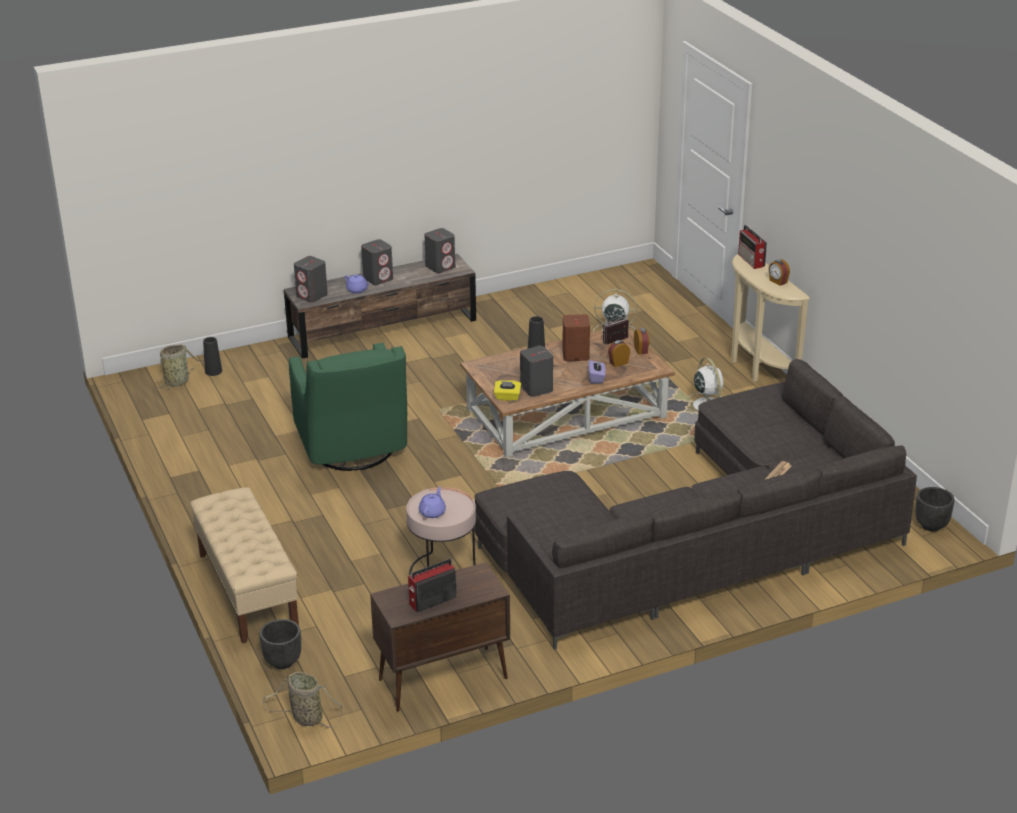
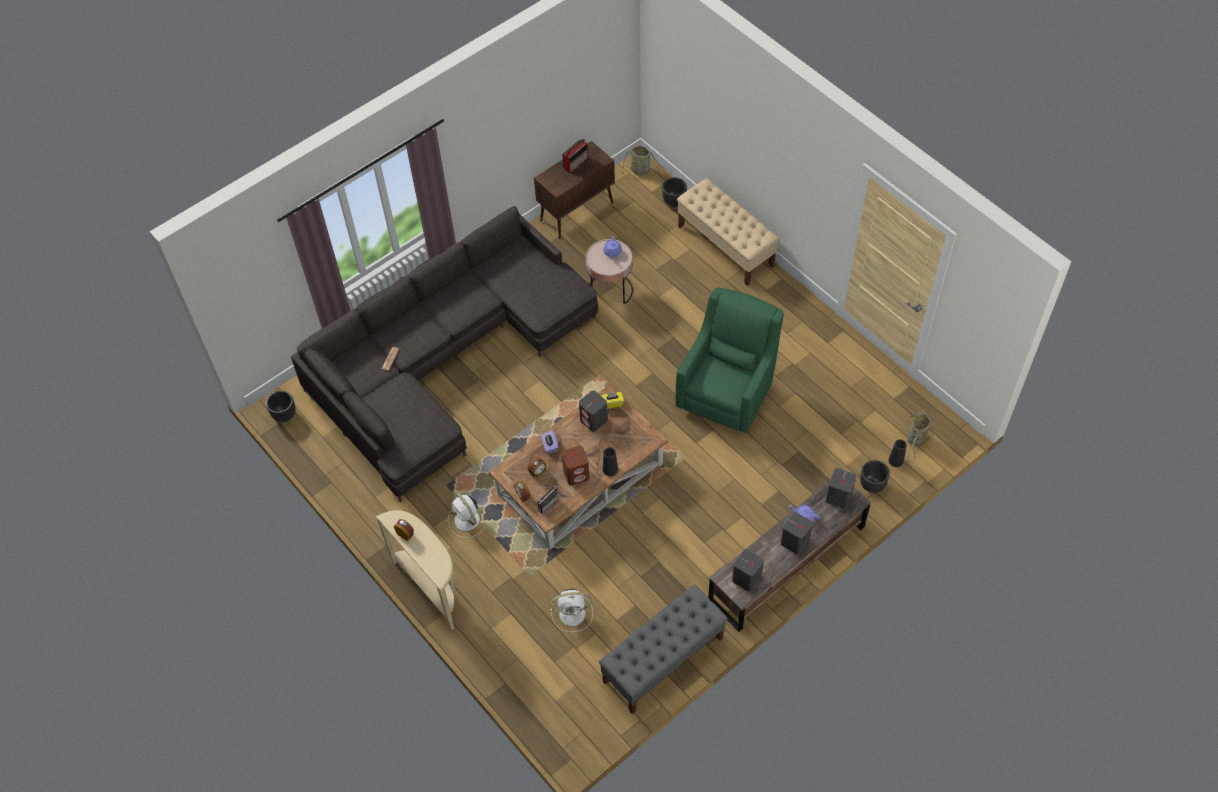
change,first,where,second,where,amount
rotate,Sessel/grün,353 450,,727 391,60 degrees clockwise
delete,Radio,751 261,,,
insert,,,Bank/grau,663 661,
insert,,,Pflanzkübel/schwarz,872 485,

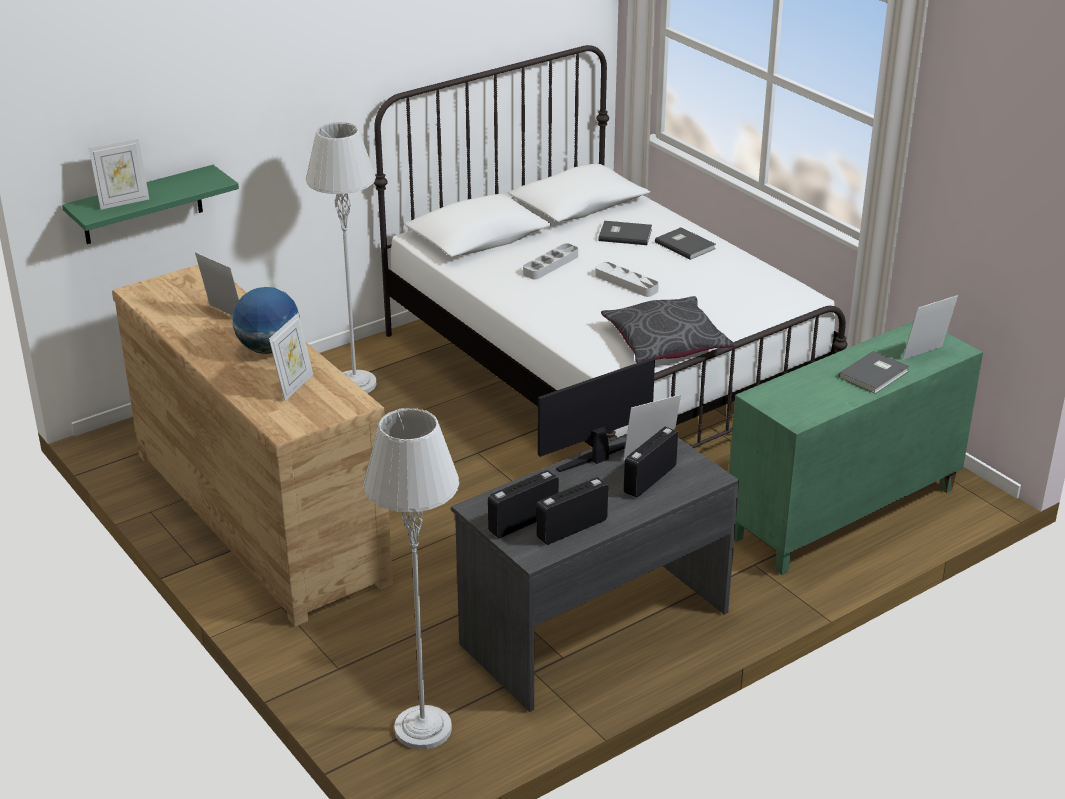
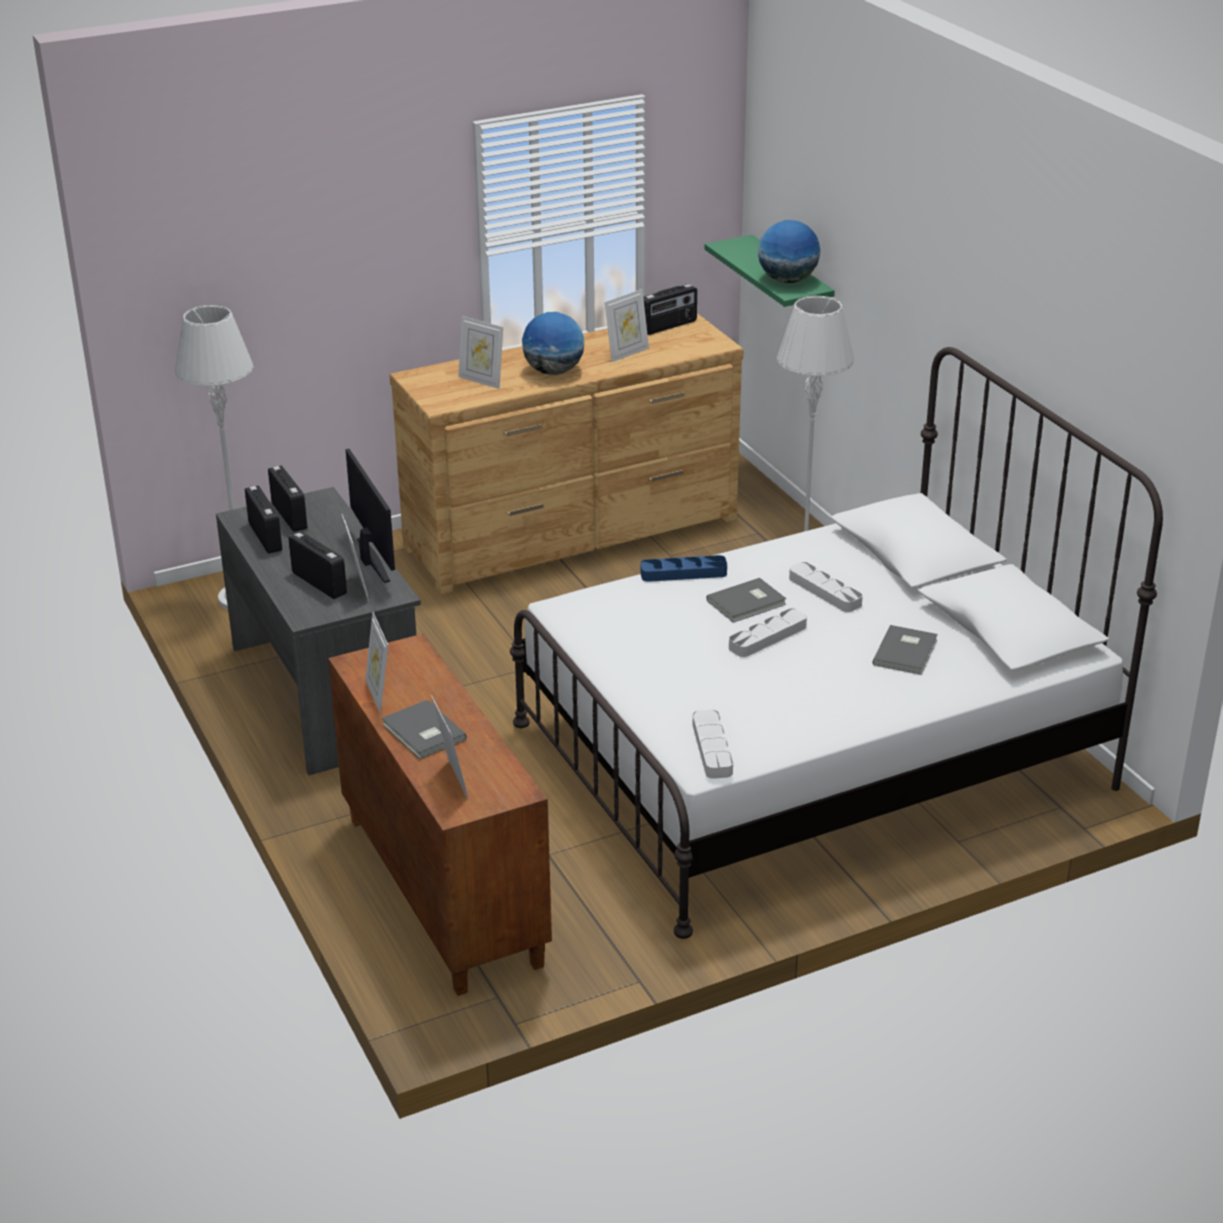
change,first,where,second,where,amount
move,Bilderrahmen,123 202,,379 695,
delete,Kissen/grau,666 342,,,
move,Buch/grau,685 245,,748 603,
recolor,Schrank/grün,843 515,Schrank/braun,440 890,
insert,,,Tablett/blau,683 573,
insert,,,Radio,669 326,
insert,,,Tablett/grau,712 748,
insert,,,Globus,787 280,

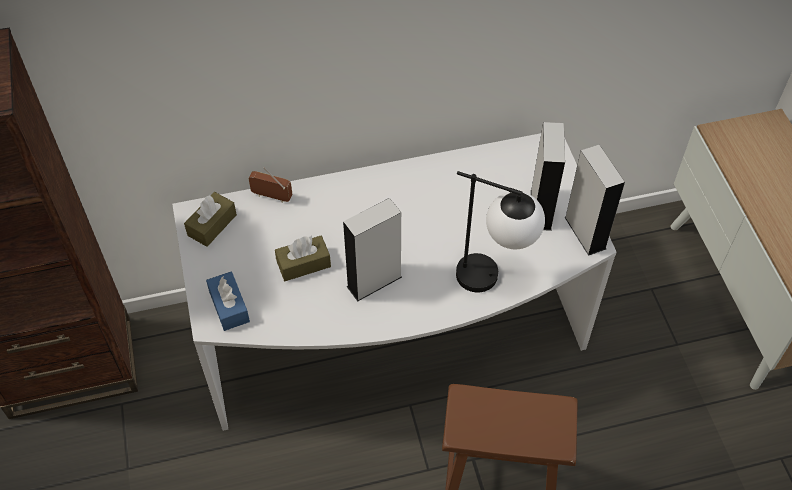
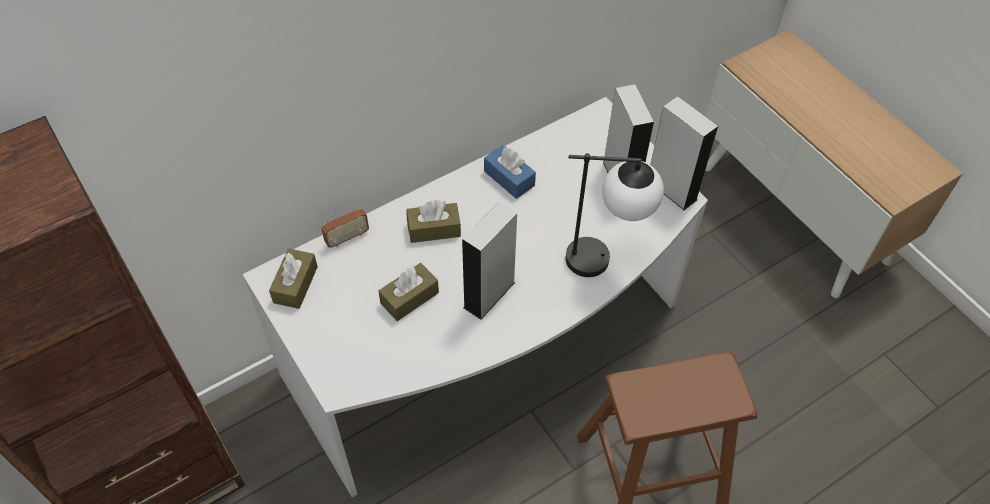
change,first,where,second,where,amount
move,Taschentuchbox/blau,229 306,,509 178,
rotate,Radio,272 196,,347 238,150 degrees clockwise
insert,,,Taschentuchbox/braun,434 229,

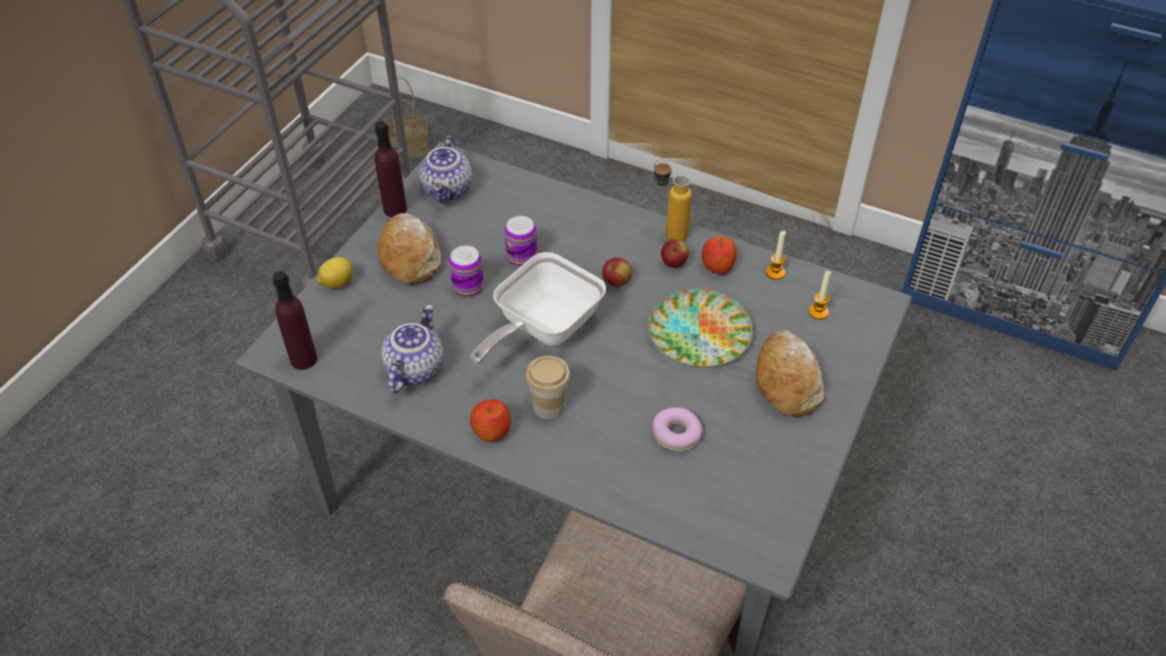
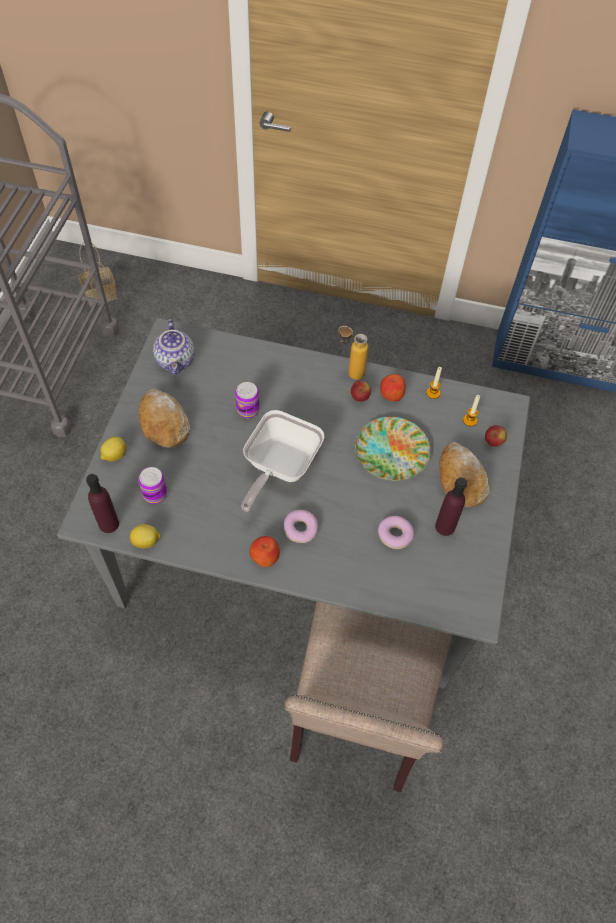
change,first,where,second,where,amount
move,Flasche/lila,395 209,,445 526,
delete,Teekanne,414 369,,,
move,Dose,468 287,,155 494,
replace,Tasse,549 406,Donut,300 529,
move,Apfel,617 282,,493 442,
insert,,,Zitrone,146 542,

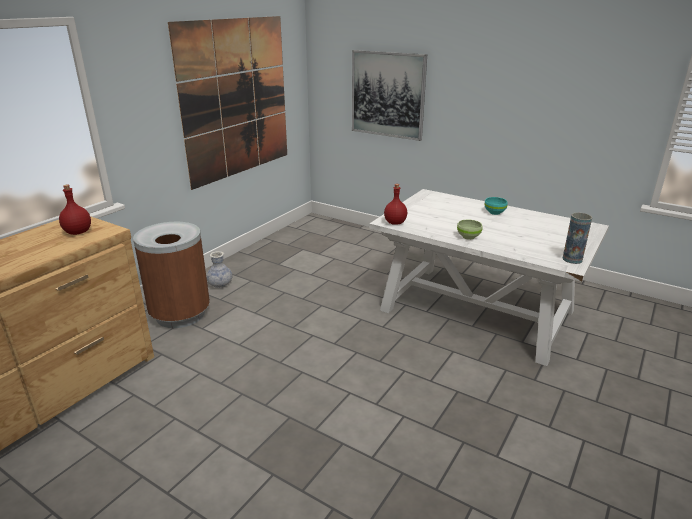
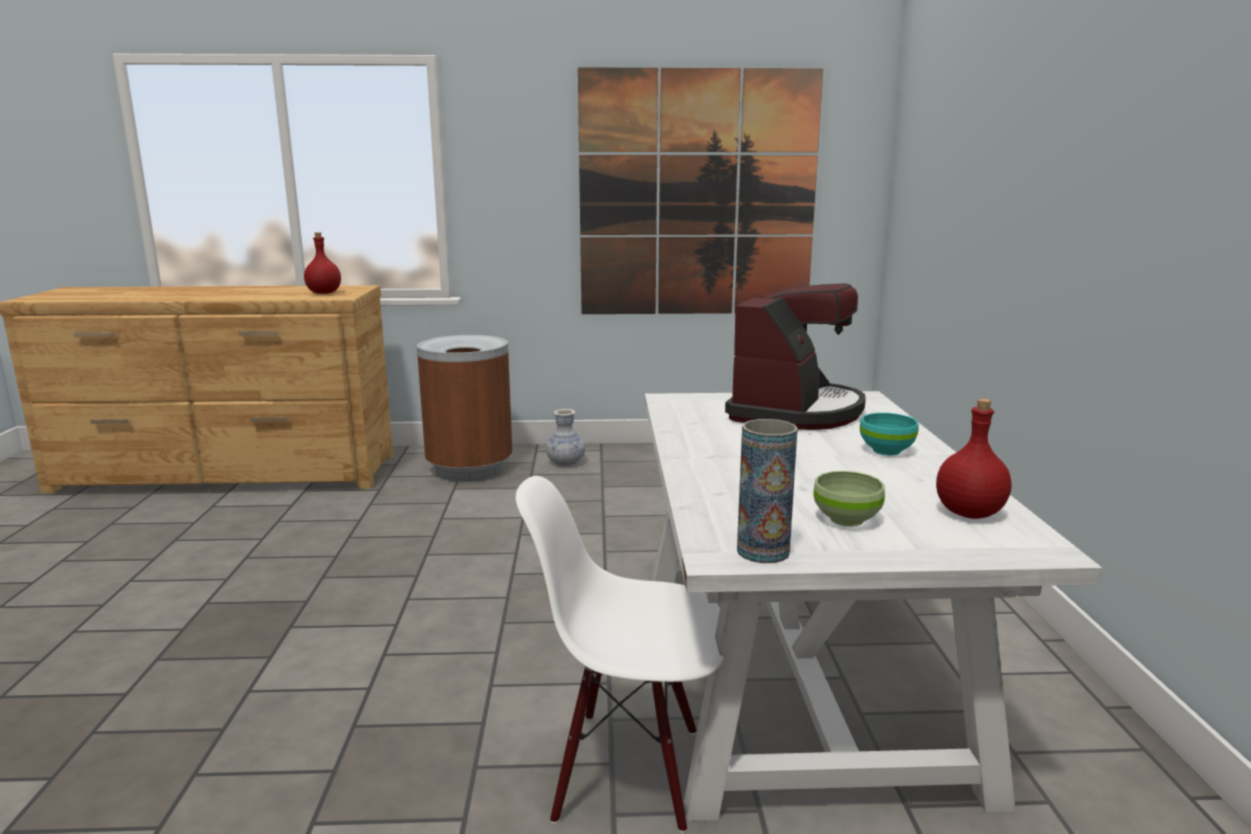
change,first,where,second,where,amount
delete,Bild,388 94,,,
move,Flasche/rot,395 222,,970 513,
move,Schüssel/grün,468 237,,845 519,
insert,,,Stuhl/weiß,628 771,
insert,,,Kaffeemaschine,795 411,

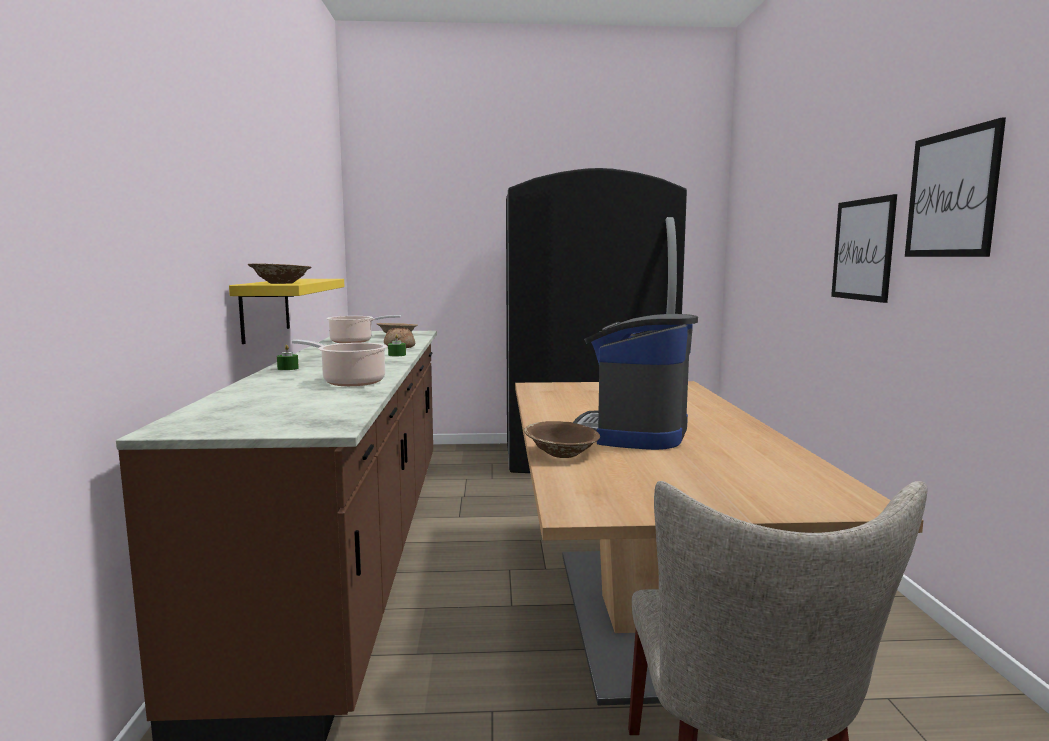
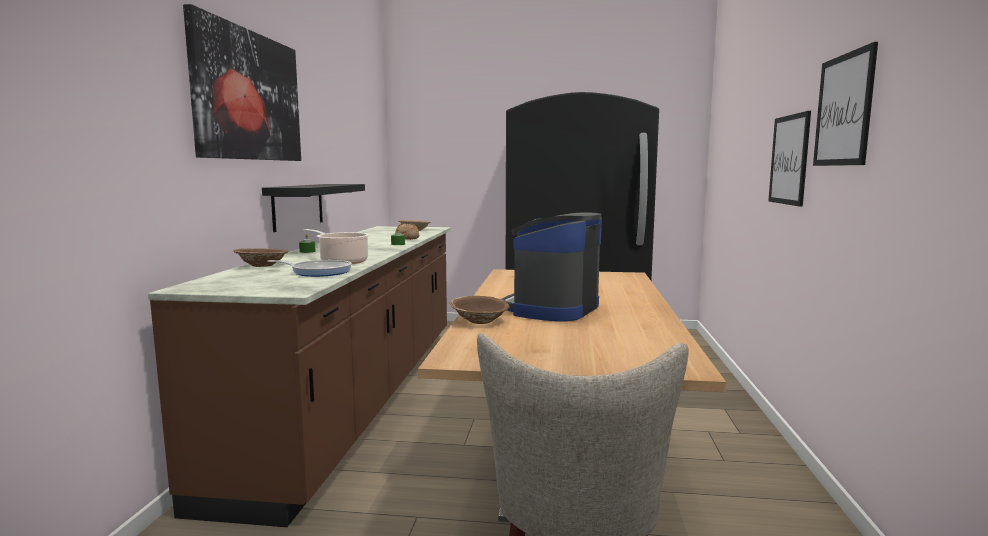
change,first,where,second,where,amount
recolor,Wandregal/gelb,265 308,Wandregal/schwarz,298 206,
move,Schüssel/braun,281 283,,262 265,
delete,Kochtopf,354 341,,,
insert,,,Bild,248 96,
insert,,,Pfanne,318 272,

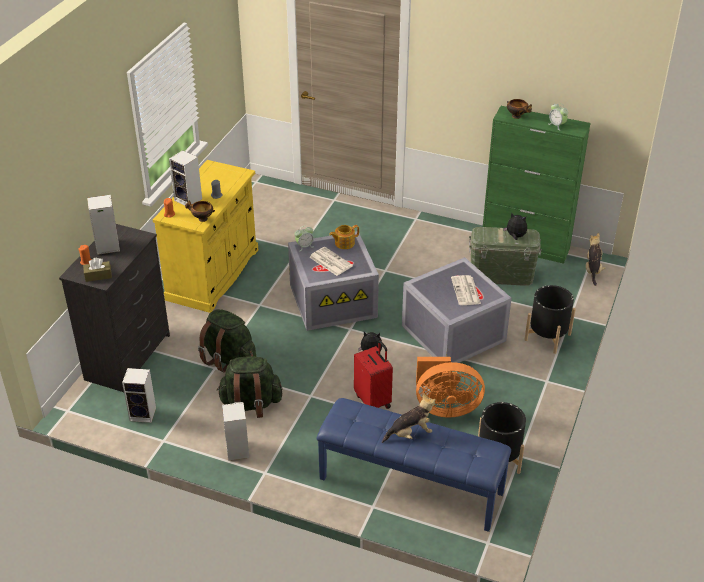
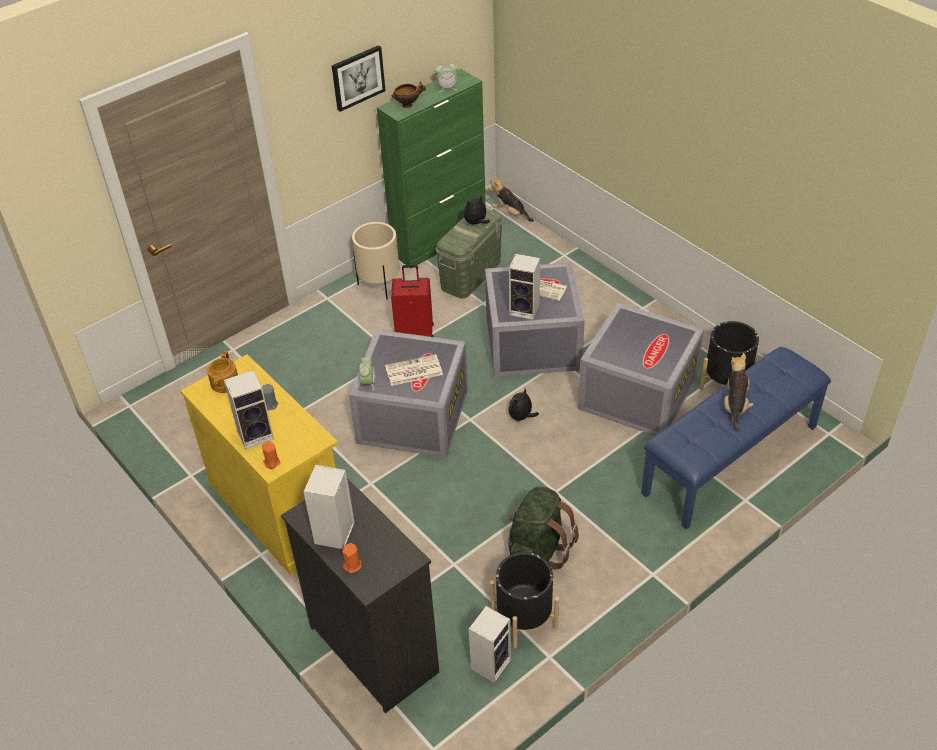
change,first,where,second,where,amount
delete,Taschentuchbox/braun,98 275,,,
delete,Schüssel,201 219,,,
delete,Rucksack/grün,228 358,,,
move,Lautsprecher,238 451,,525 310,
move,Teekanne,344 243,,224 383,
move,Koffer/rot,373 400,,415 331,
replace,Ventilator/orange,445 407,Aufbewahrungsbox/grau,636 392,
move,Pflanzkübel/schwarz,547 337,,524 619,
insert,,,Bild,357 77,
insert,,,Pflanzkübel/beige,379 286,

